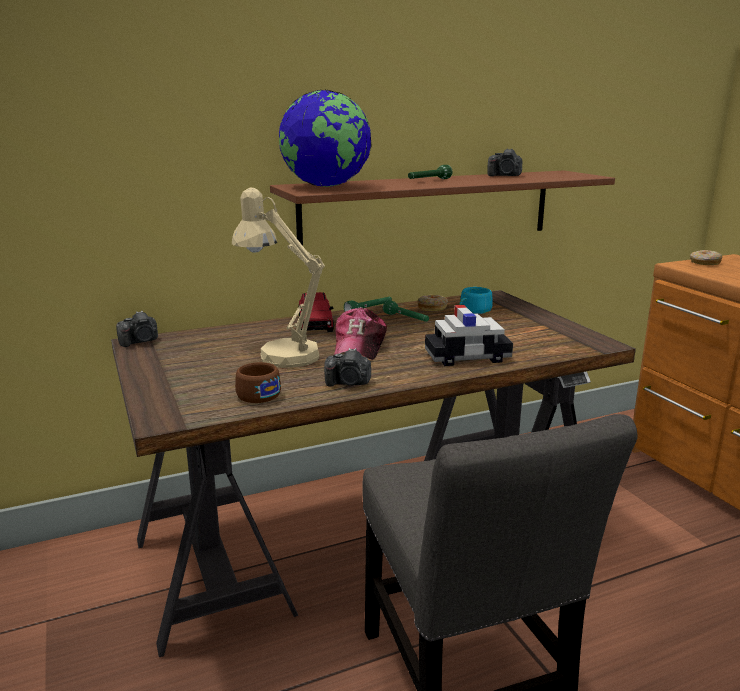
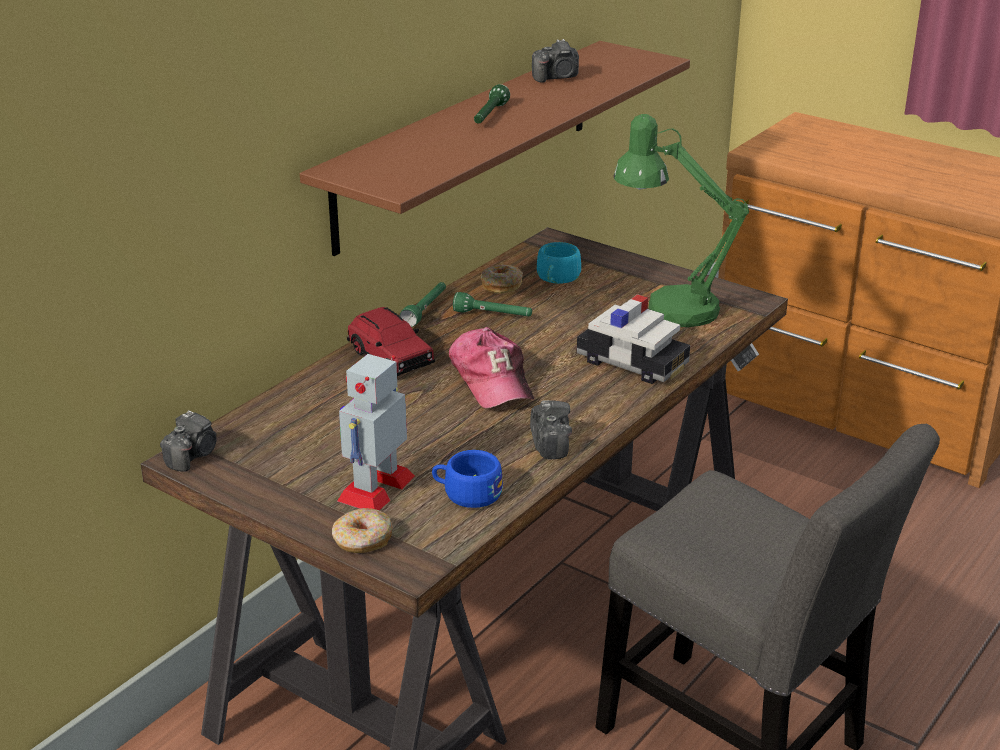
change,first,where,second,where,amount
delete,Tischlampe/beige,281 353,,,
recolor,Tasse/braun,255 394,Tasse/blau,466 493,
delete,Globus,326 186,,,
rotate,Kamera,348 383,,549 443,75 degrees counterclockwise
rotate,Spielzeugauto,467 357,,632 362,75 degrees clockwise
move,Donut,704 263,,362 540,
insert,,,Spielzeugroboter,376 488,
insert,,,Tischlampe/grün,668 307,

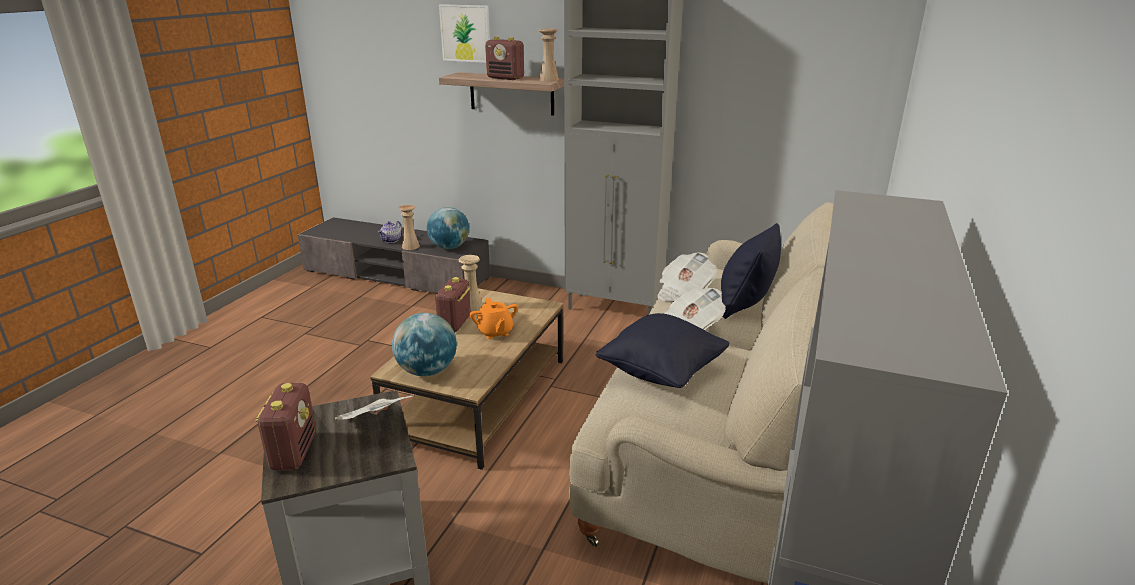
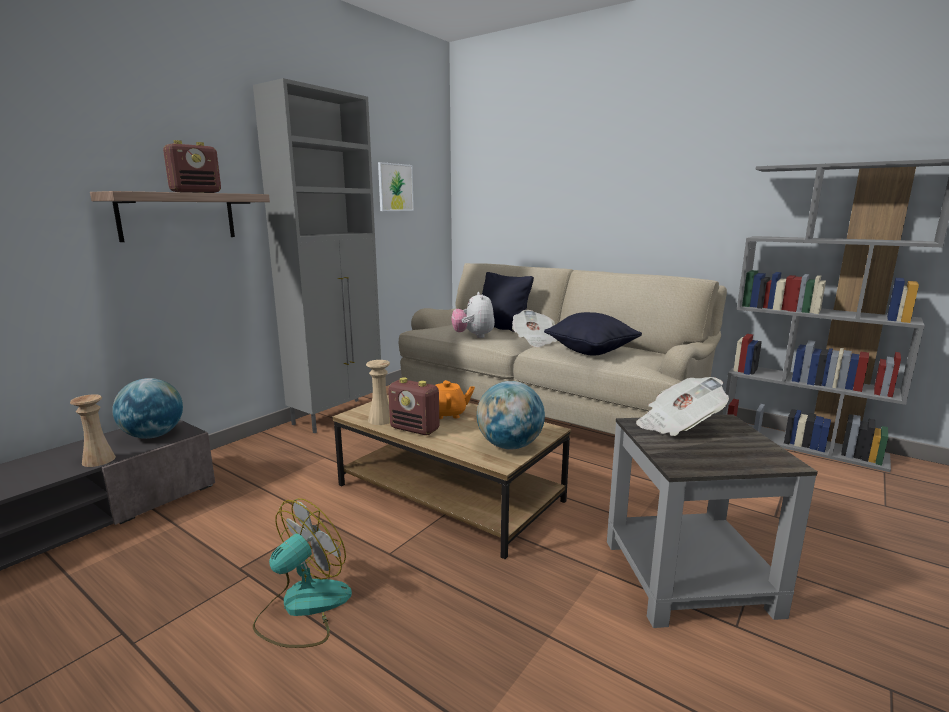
change,first,where,second,where,amount
delete,Radio,293 451,,,
delete,Teekanne,391 240,,,
move,Bild,465 33,,395 187,
delete,Vase/beige,548 79,,,
replace,Zeitung,683 293,Plüschtier,473 336,
insert,,,Ventilator,303 607,

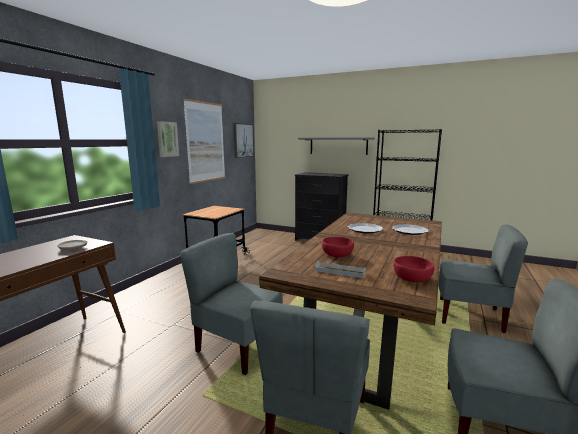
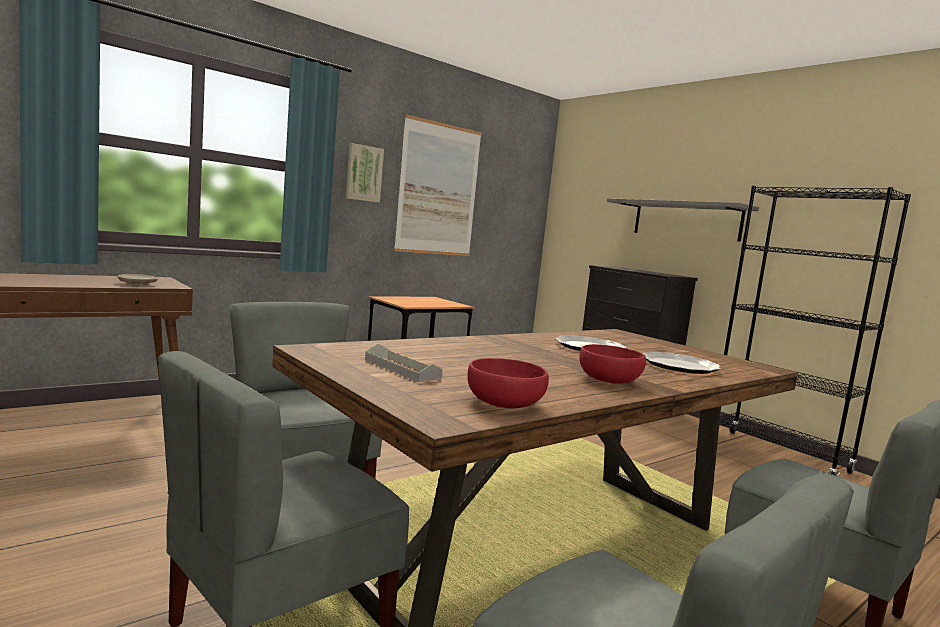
change,first,where,second,where,amount
delete,Bild,243 140,,,
move,Schüssel/rot,337 255,,608 379,

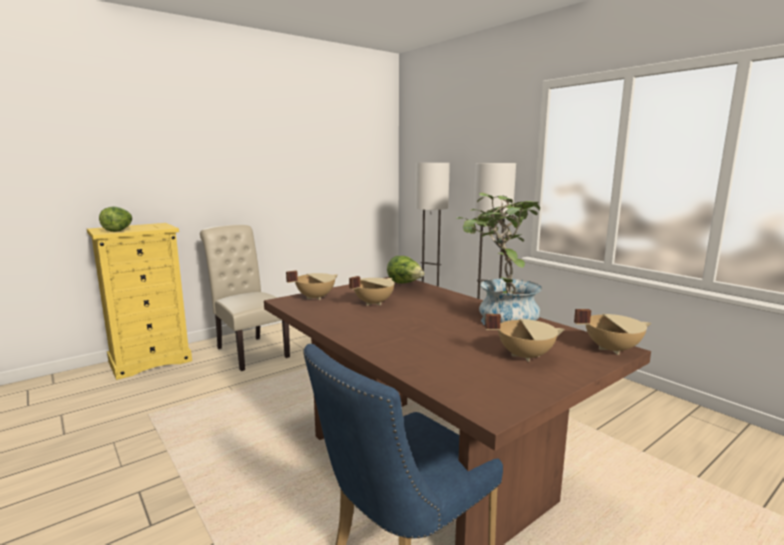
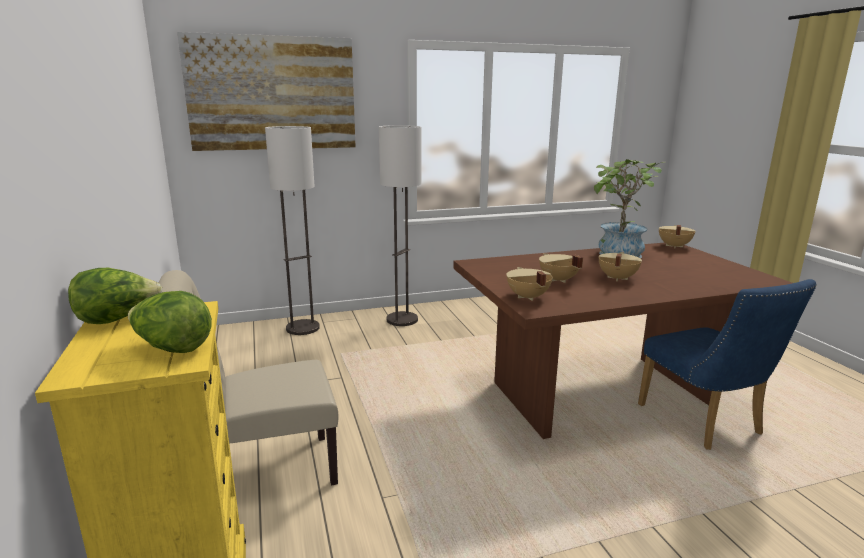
change,first,where,second,where,amount
move,Salatkopf,405 283,,117 319,
move,Kochtopf/beige,524 355,,616 278,
insert,,,Bild,272 93,

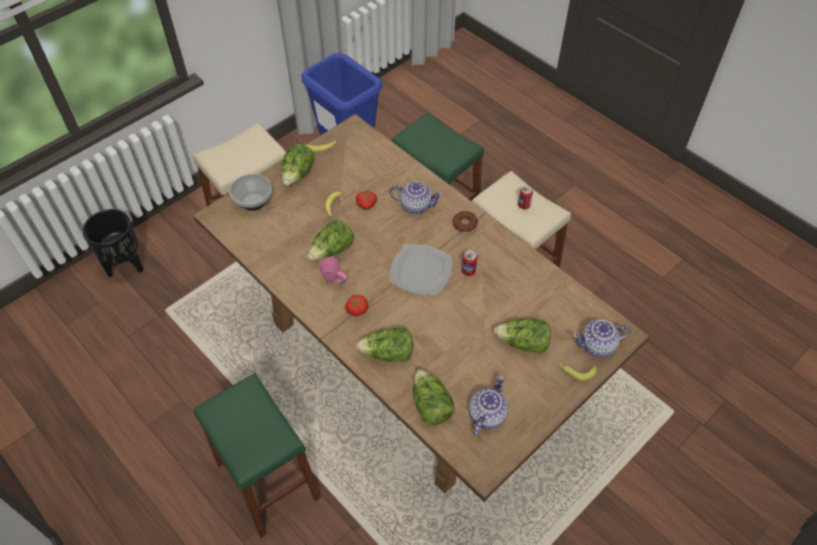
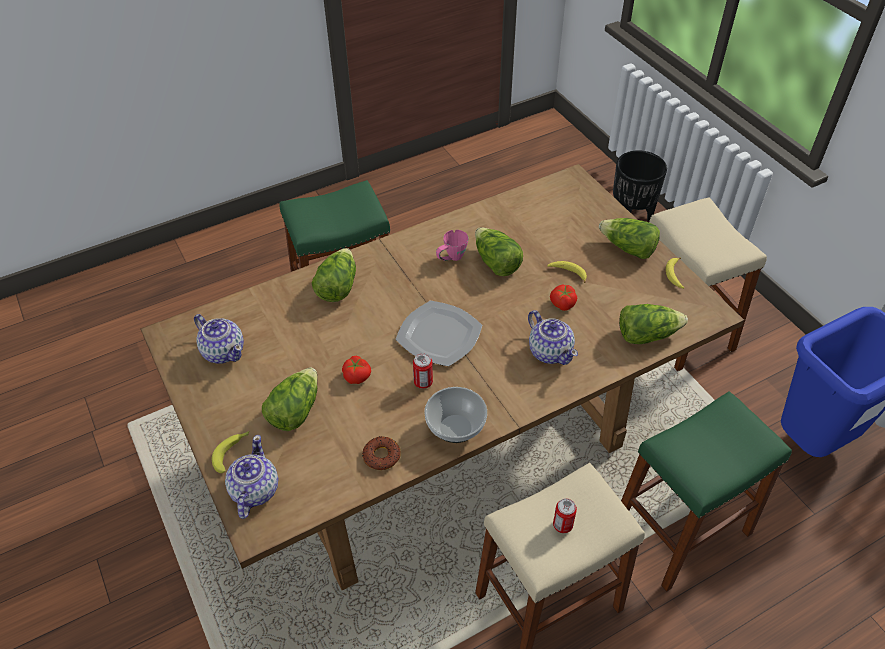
change,first,where,second,where,amount
move,Schüssel,254 202,,455 429,
move,Tomate,356 309,,357 376,
rotate,Teekanne,415 205,,550 351,60 degrees counterclockwise
move,Salatkopf,430 405,,646 334,
move,Donut,464 224,,381 456,

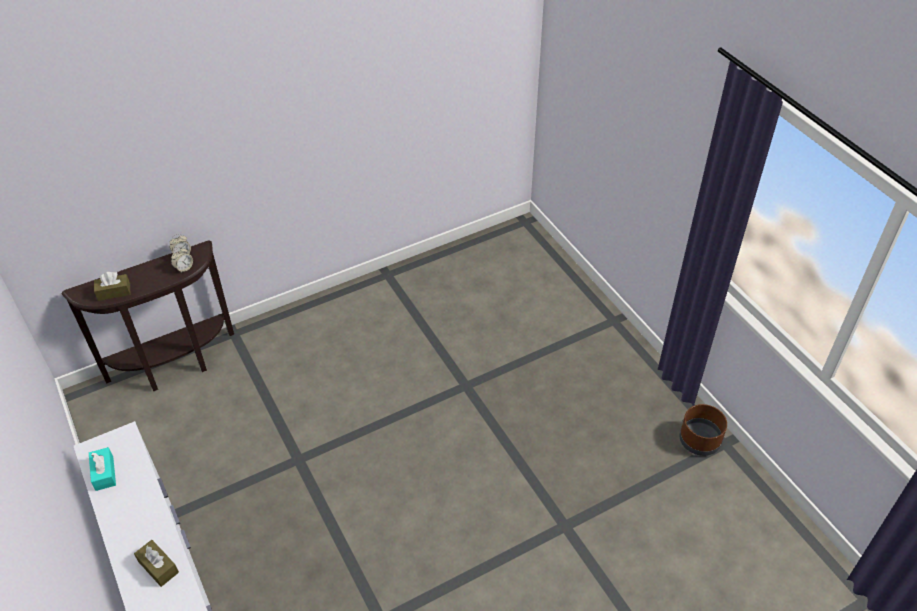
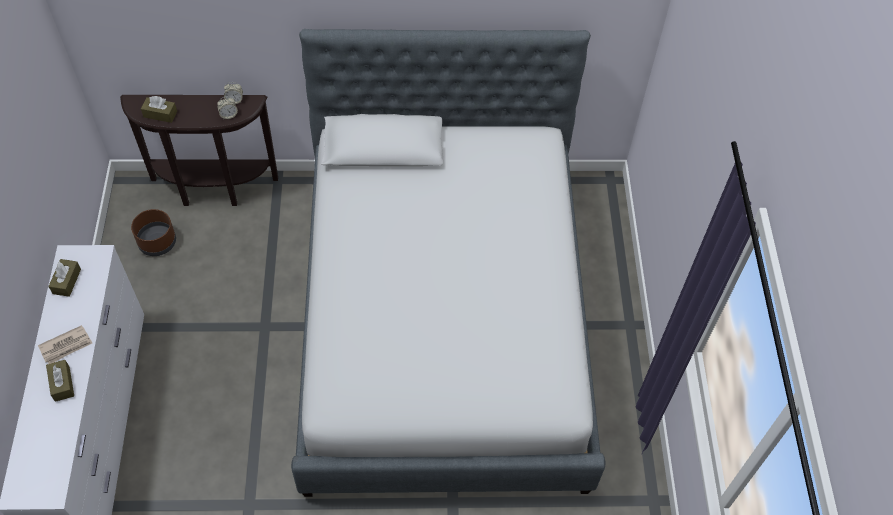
change,first,where,second,where,amount
recolor,Taschentuchbox/türkis,104 473,Taschentuchbox/braun,67 281,
move,Pflanzkübel/braun,700 440,,158 242,
insert,,,Zeitung,66 346,
insert,,,Bett,443 321,

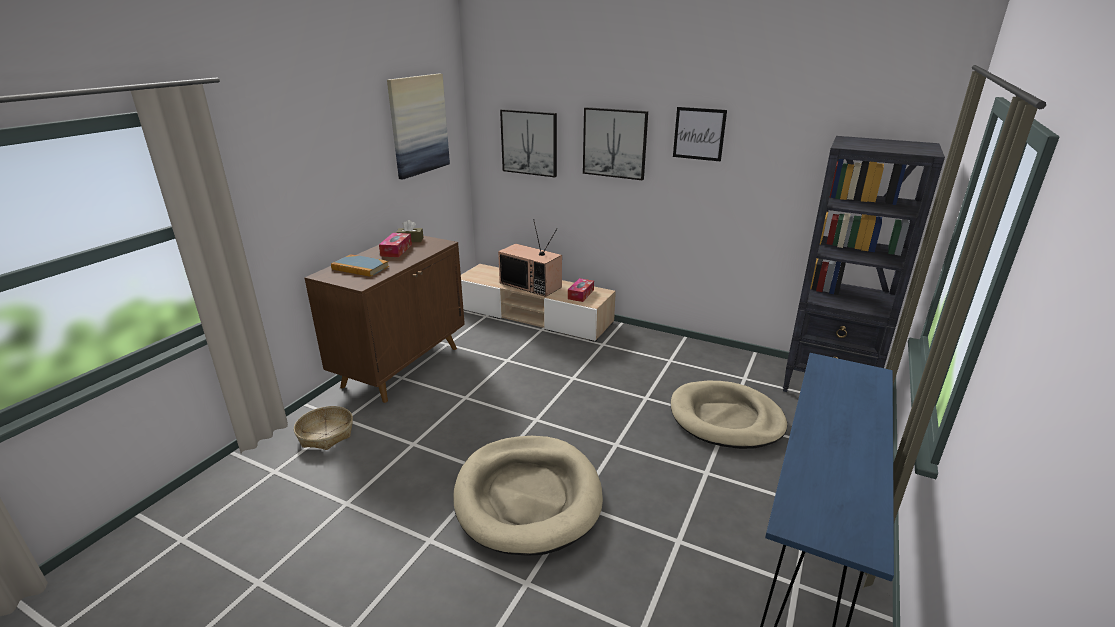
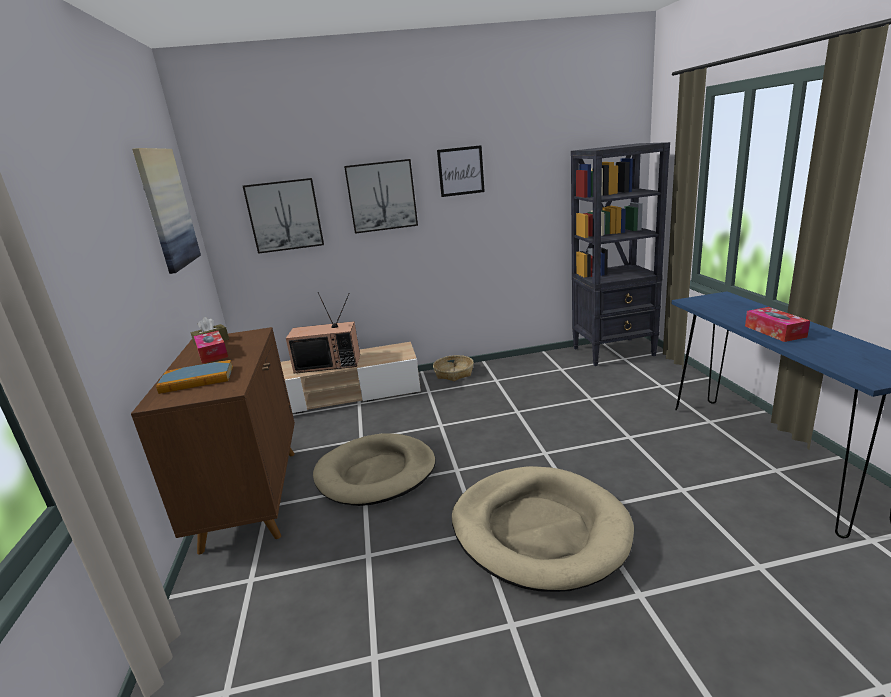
change,first,where,second,where,amount
move,Korb,326 434,,454 373,
move,Taschentuchbox,580 294,,775 331,
move,Hundebett/beige,726 418,,376 473,

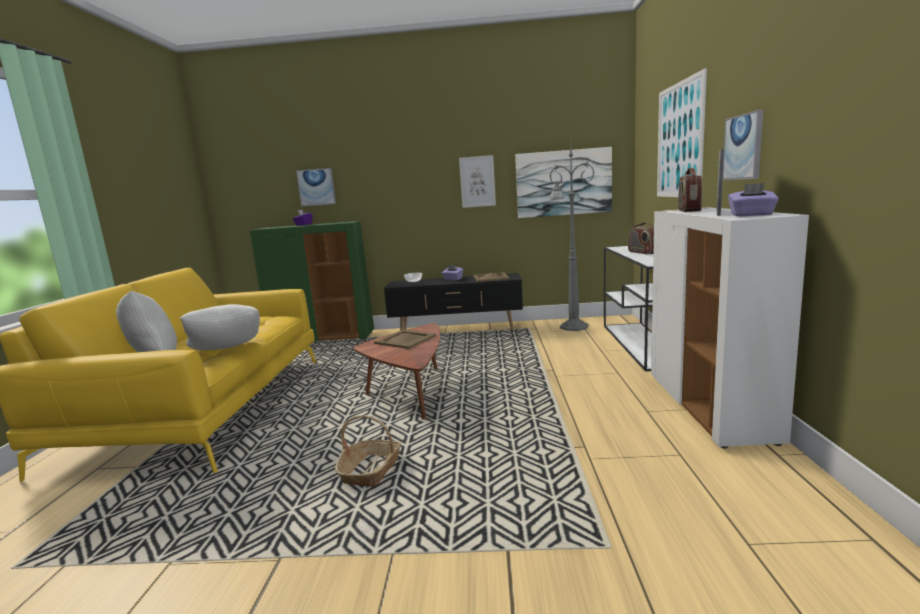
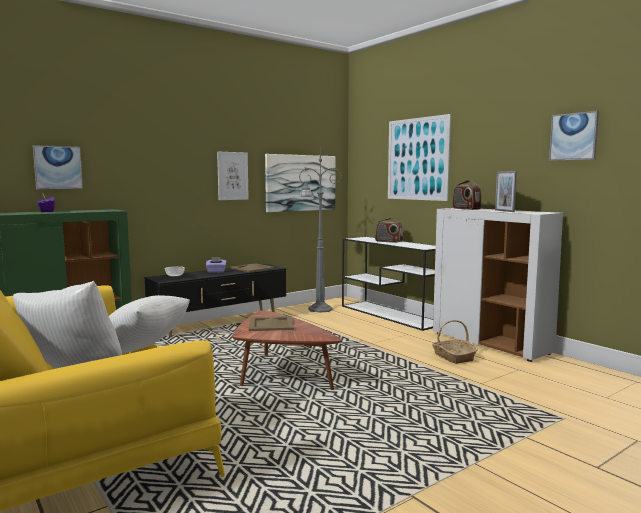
change,first,where,second,where,amount
move,Korb,371 470,,453 357,
move,Bild,743 147,,573 136,
delete,Taschentuchbox/lila,751 215,,,

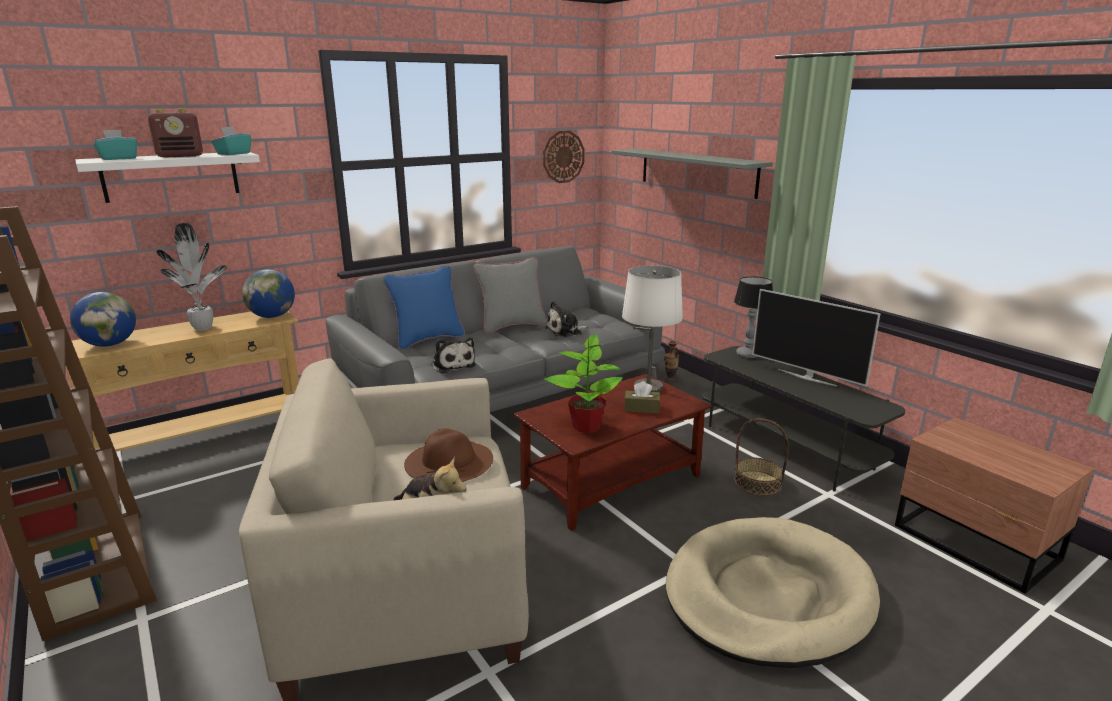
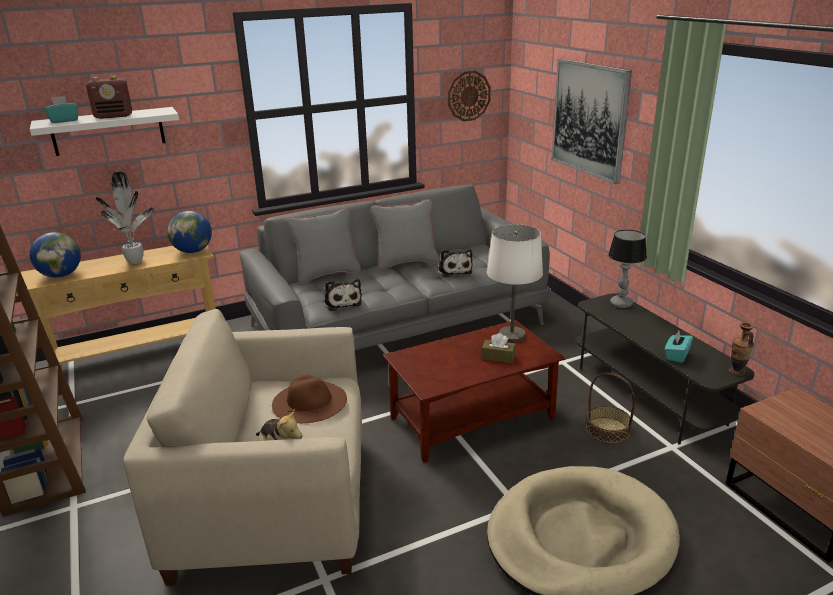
change,first,where,second,where,amount
move,Taschentuchbox/türkis,233 154,,676 355,
recolor,Kissen/blau,427 339,Kissen/grau,327 274,
rotate,Plüschtier,565 331,,454 270,90 degrees counterclockwise
delete,Topfpflanze,586 426,,,
replace,Wandregal/grau,696 172,Bild,589 119,
move,Vase,670 379,,736 372,
delete,Fernseher,807 377,,,

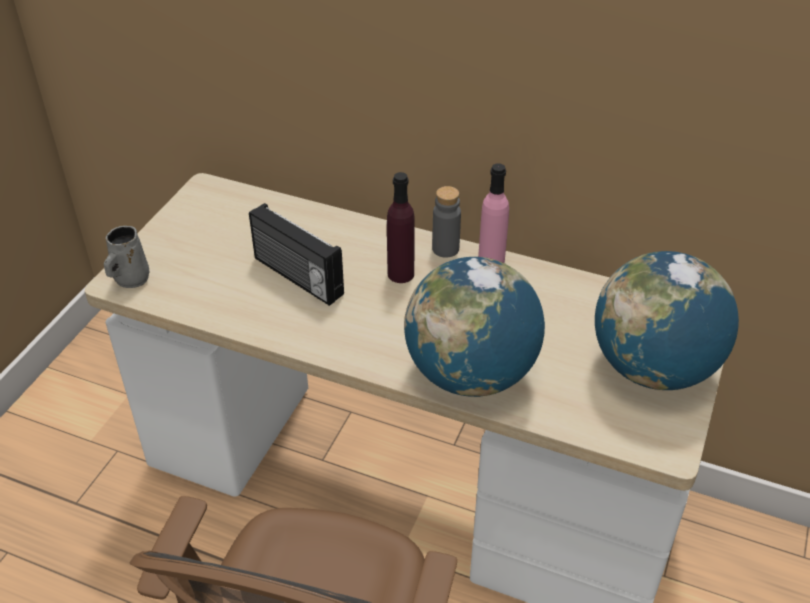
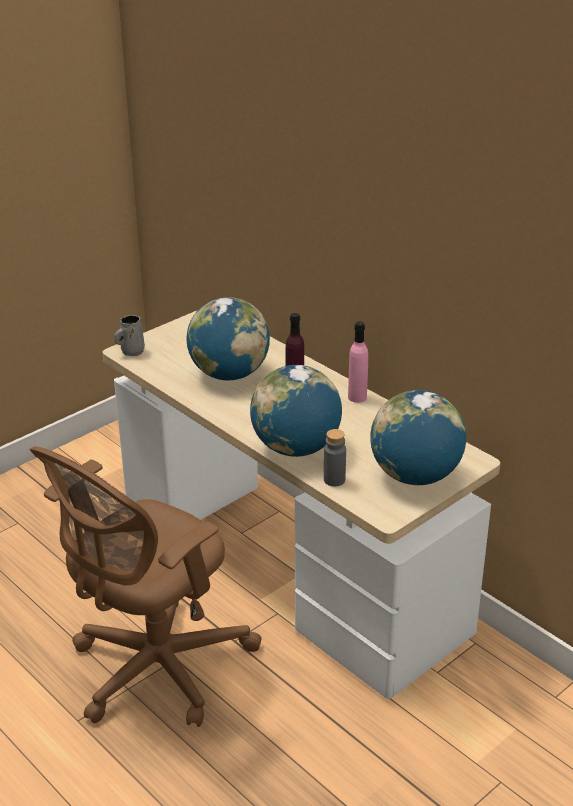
change,first,where,second,where,amount
replace,Radio,297 277,Globus,229 374,
move,Flasche/grau,445 249,,334 480,

